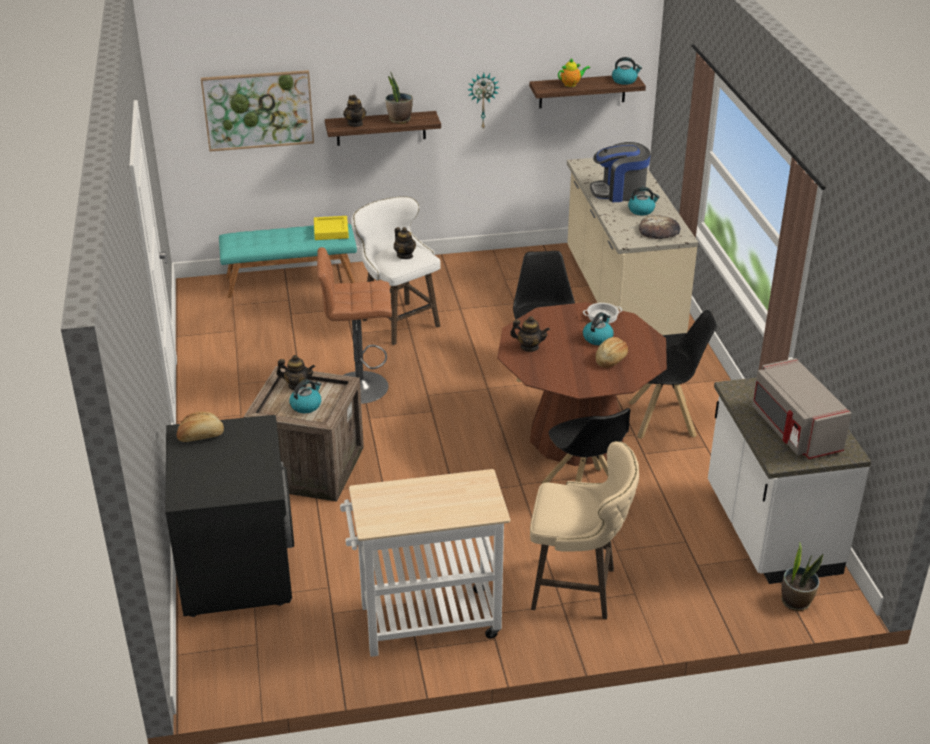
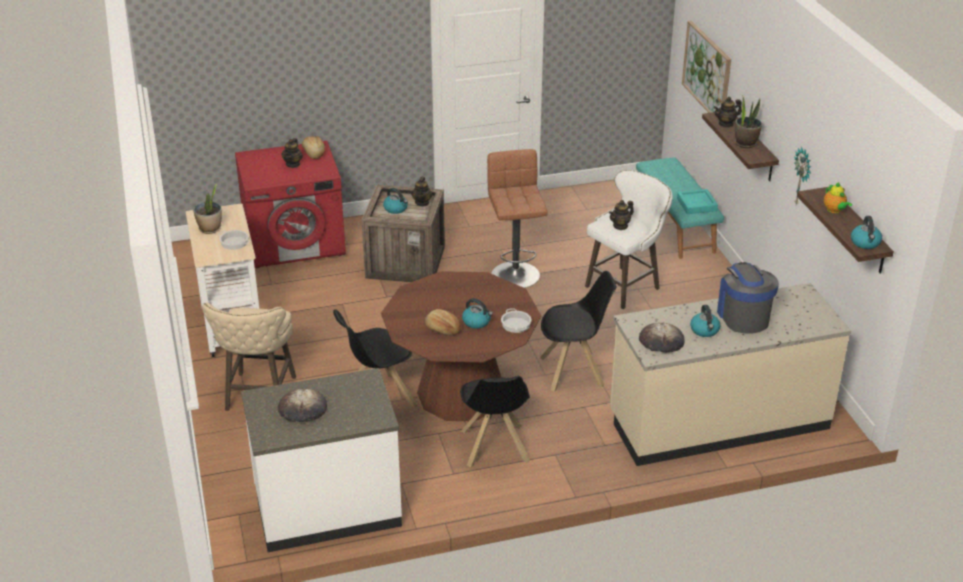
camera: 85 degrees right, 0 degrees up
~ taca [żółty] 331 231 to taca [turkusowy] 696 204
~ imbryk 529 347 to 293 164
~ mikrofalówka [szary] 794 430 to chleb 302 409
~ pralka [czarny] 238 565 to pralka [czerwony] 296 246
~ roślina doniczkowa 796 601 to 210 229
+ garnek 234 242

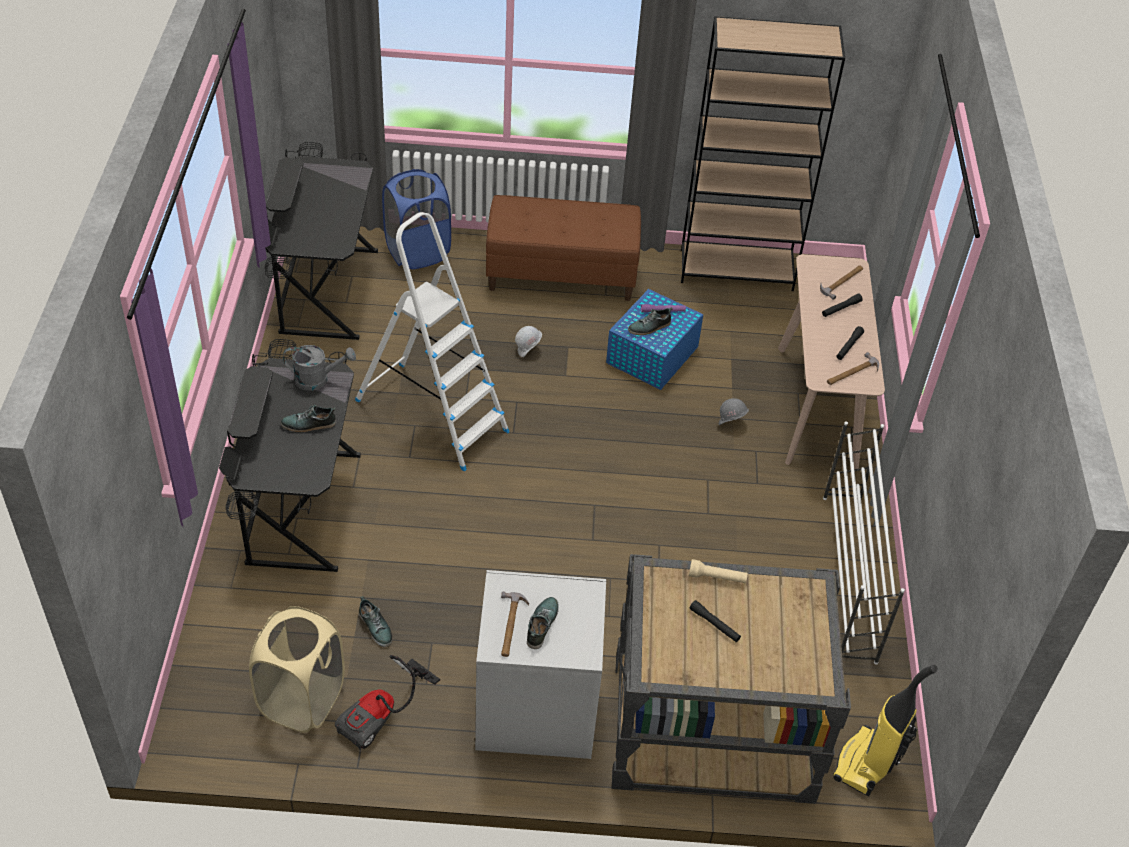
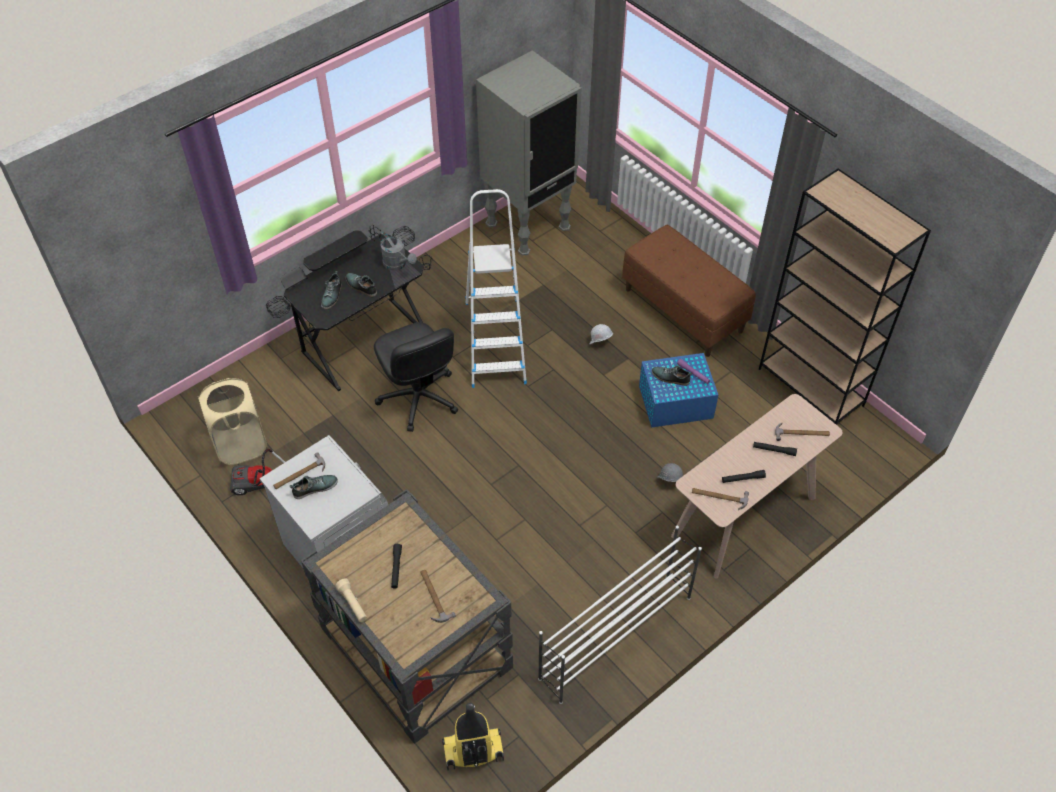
camera: 50 degrees right, 5 degrees up
~ biurko [czarny] 325 290 to szafka [szary] 529 225
- kosz na pranie [niebieski] 417 252
~ latarka [beżowy] 717 578 to 353 604
~ but 376 627 to 332 296
+ krzesło biurowe [czarny] 418 398
+ młotek 433 596

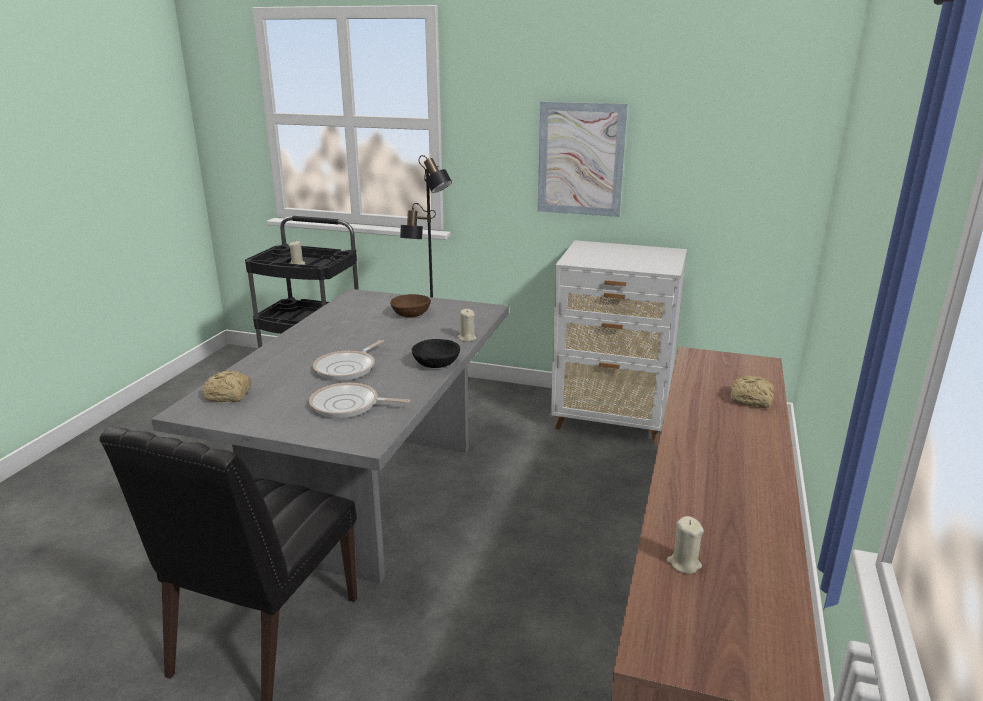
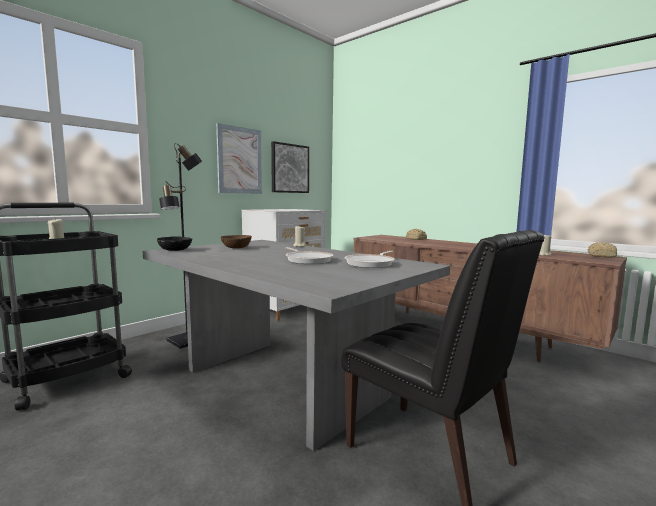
camera: 65 degrees left, 15 degrees down
~ miska [czarny] 435 364 to 174 250
~ chleb 229 396 to 601 256
+ obraz 290 168

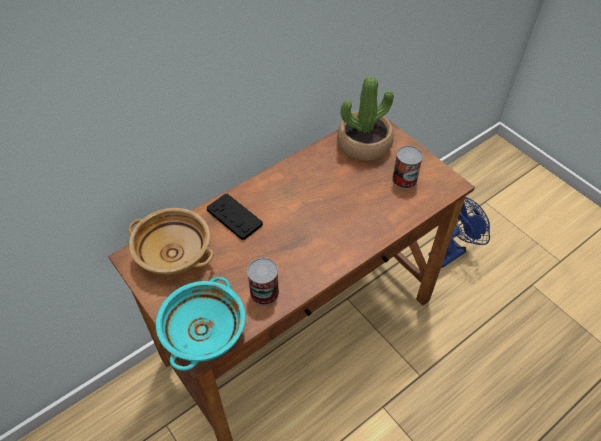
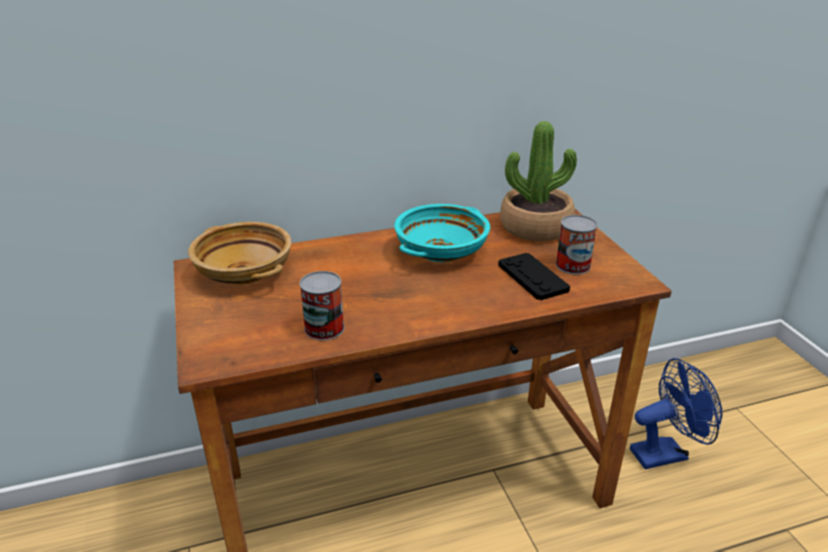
camera: 20 degrees right, 20 degrees down
~ pad do gier [czarny] 234 217 to 532 277
~ miska [turkusowy] 204 332 to 441 252

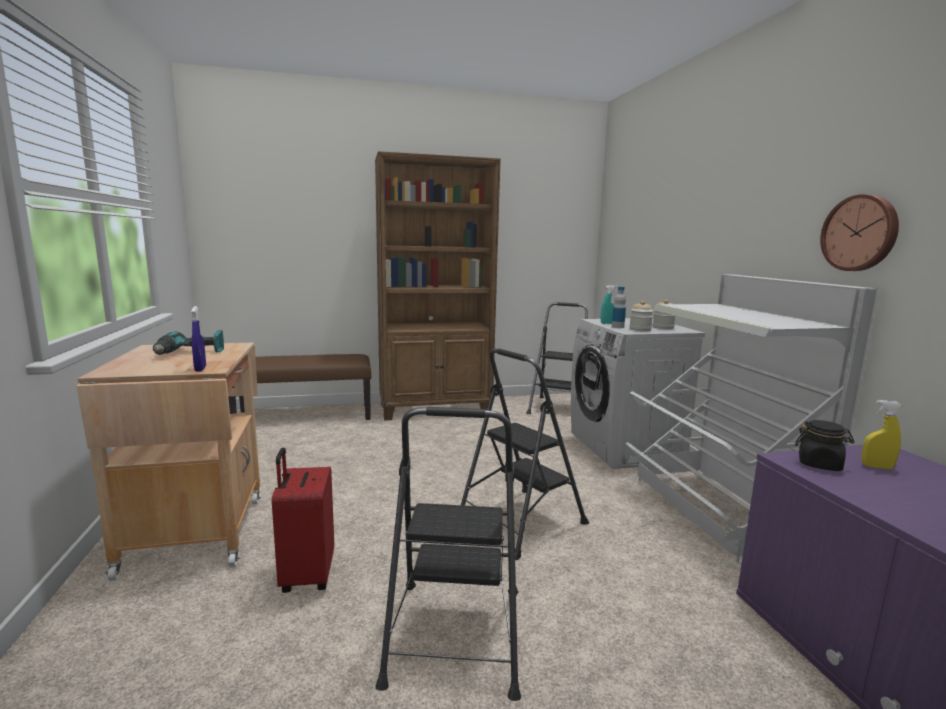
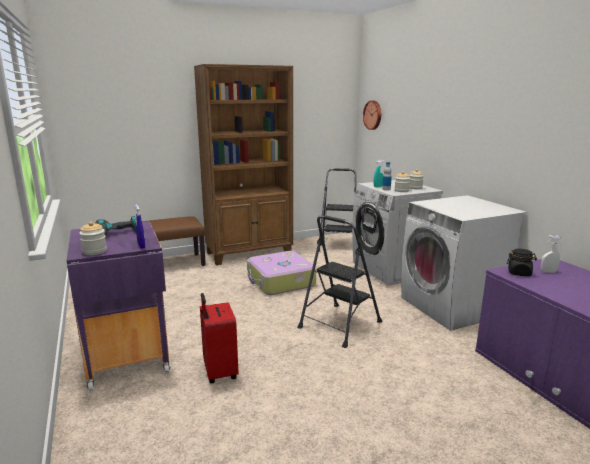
camera: 10 degrees left, 5 degrees up
~ zegar ścienny 860 233 to 373 115
~ regał na buty [biały] 711 512 to pralka [biały] 453 307
~ wózek [brązowy] 196 533 to wózek [fioletowy] 127 356
~ spryskiwacz [żółty] 877 467 to spryskiwacz [biały] 548 272
- drabinka [czarny] 454 637
+ słoik 94 251
+ walizka 280 281

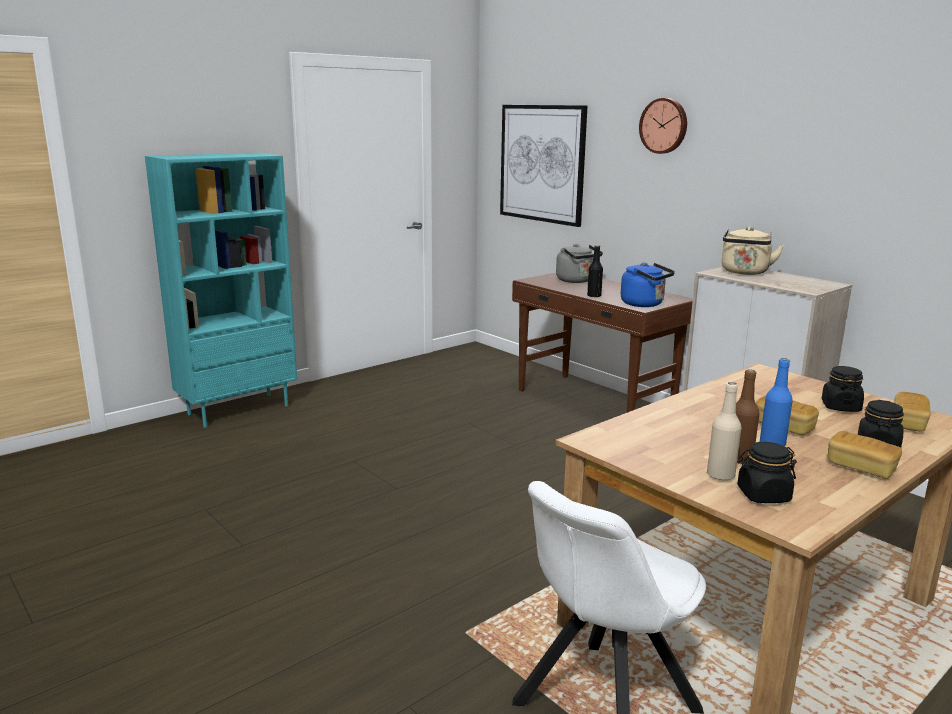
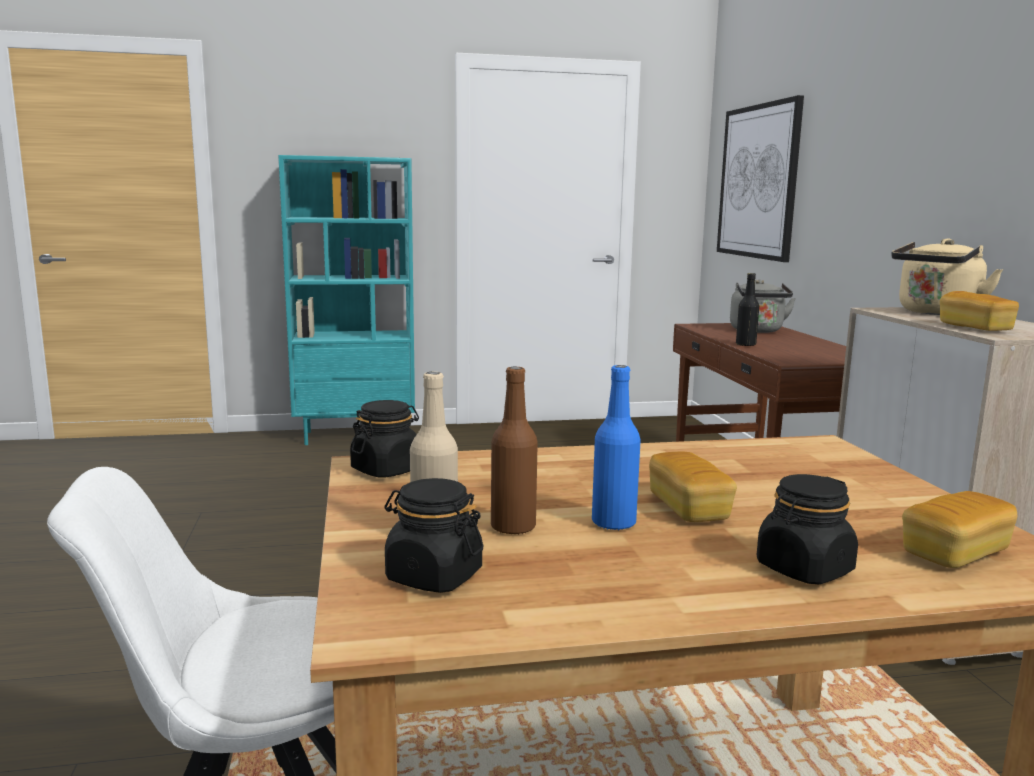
camera: 30 degrees right, 5 degrees down
- zegar ścienny 664 126
- czajnik [niebieski] 644 304
~ słoik [czarny] 840 407 to 386 470
~ chleb 861 468 to 974 328

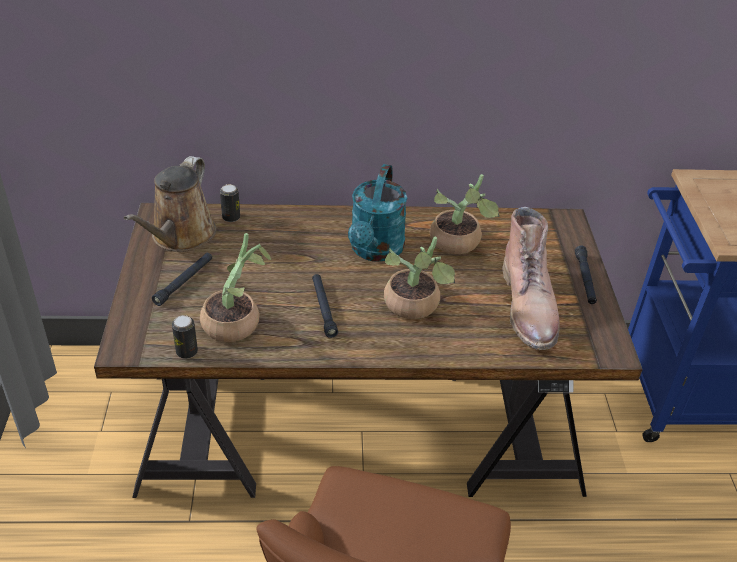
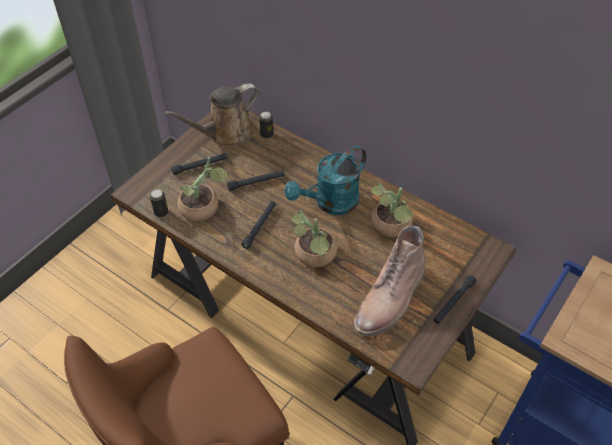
camera: 40 degrees right, 10 degrees up
+ latarka [czarny] 256 182

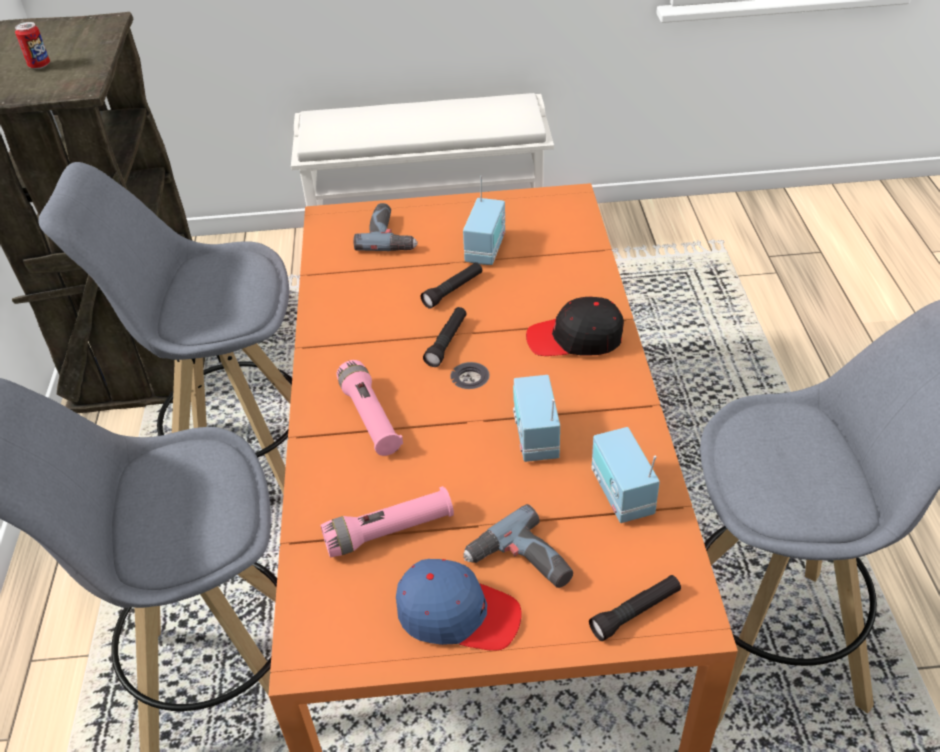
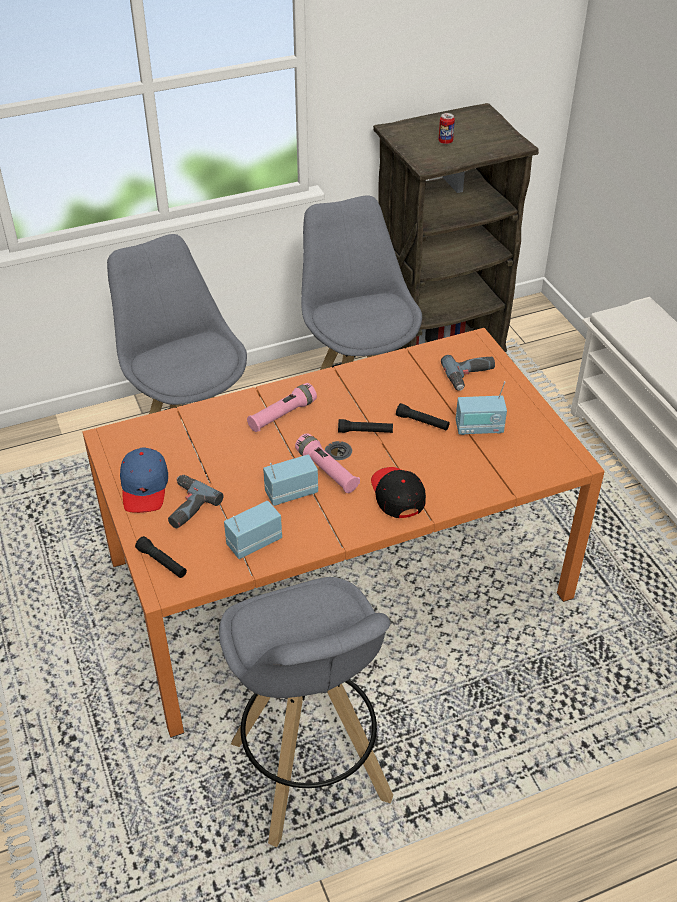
camera: 70 degrees right, 0 degrees up
~ latarka [różowy] 389 532 to 327 471

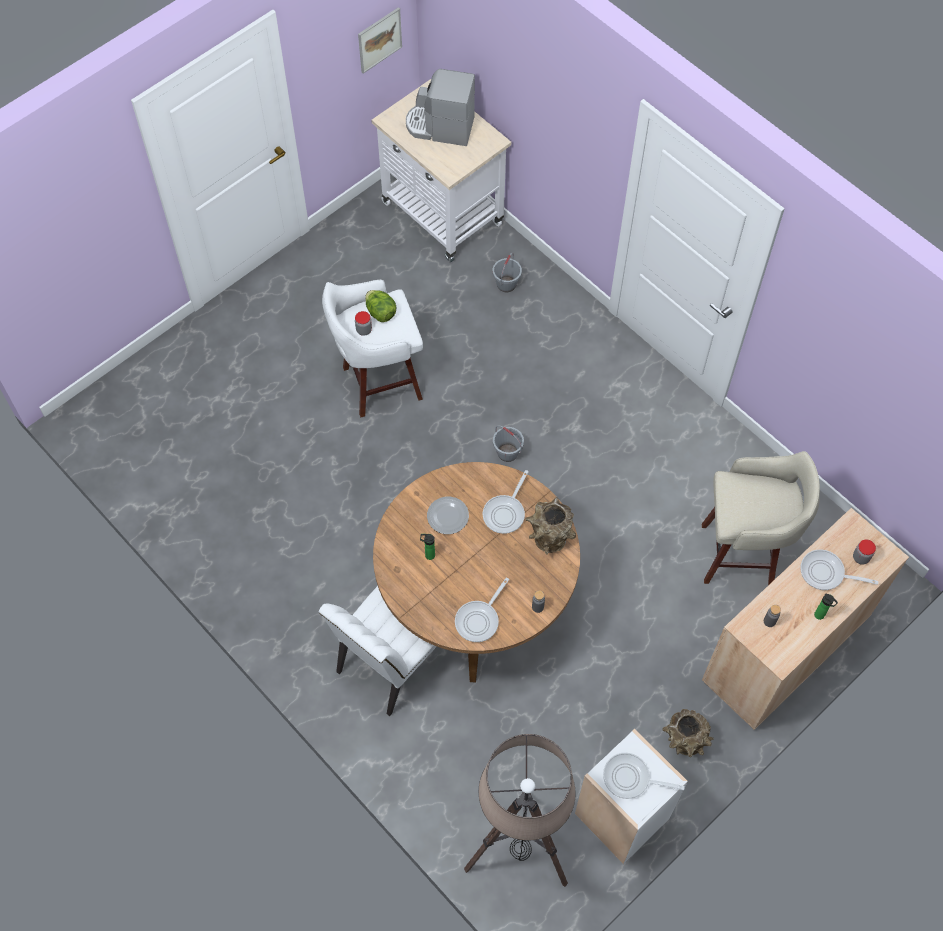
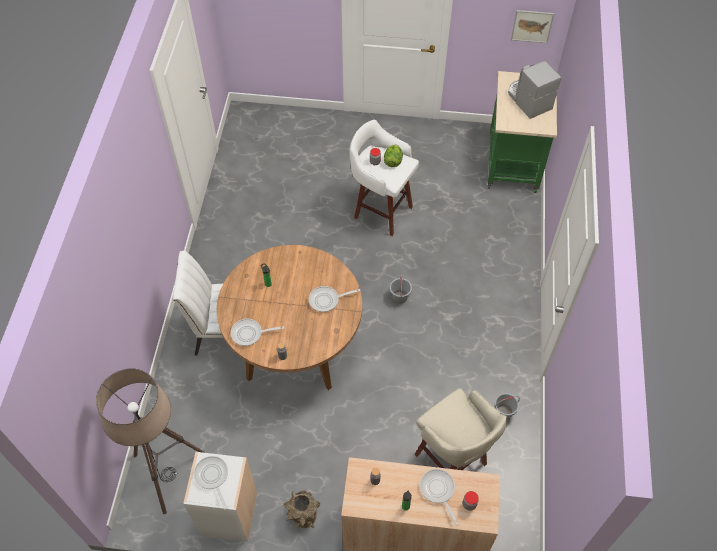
camera: 50 degrees right, 5 degrees down
~ wózek [biały] 443 214 to wózek [zielony] 512 164
~ wiadro [szary] 506 284 to 503 412
- talerz 447 515
- wazon [brązowy] 548 537

